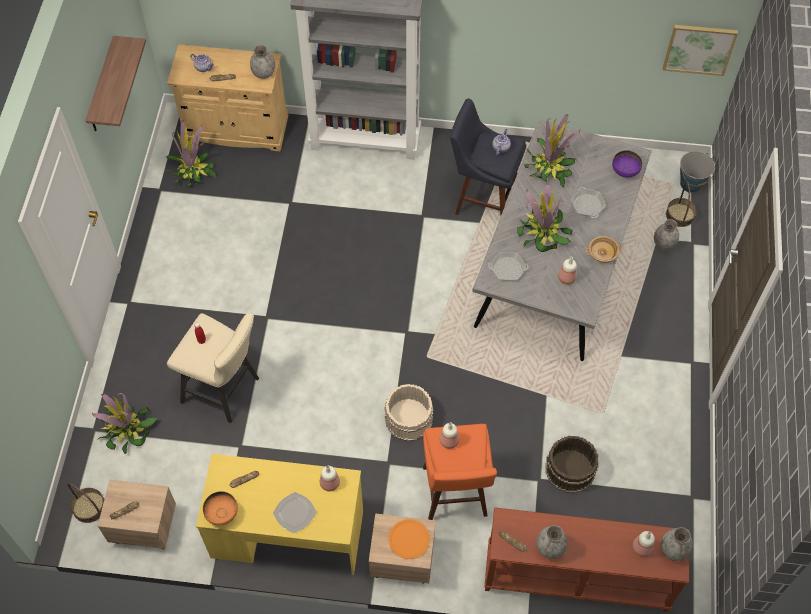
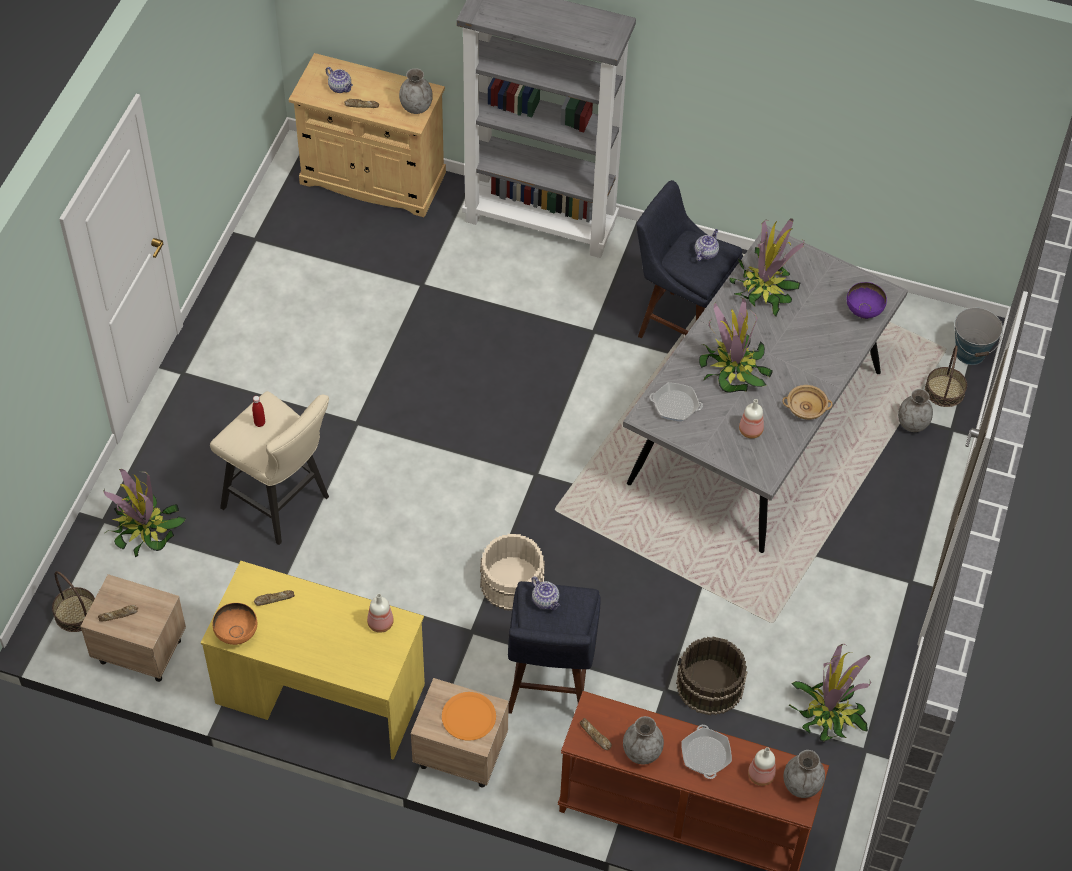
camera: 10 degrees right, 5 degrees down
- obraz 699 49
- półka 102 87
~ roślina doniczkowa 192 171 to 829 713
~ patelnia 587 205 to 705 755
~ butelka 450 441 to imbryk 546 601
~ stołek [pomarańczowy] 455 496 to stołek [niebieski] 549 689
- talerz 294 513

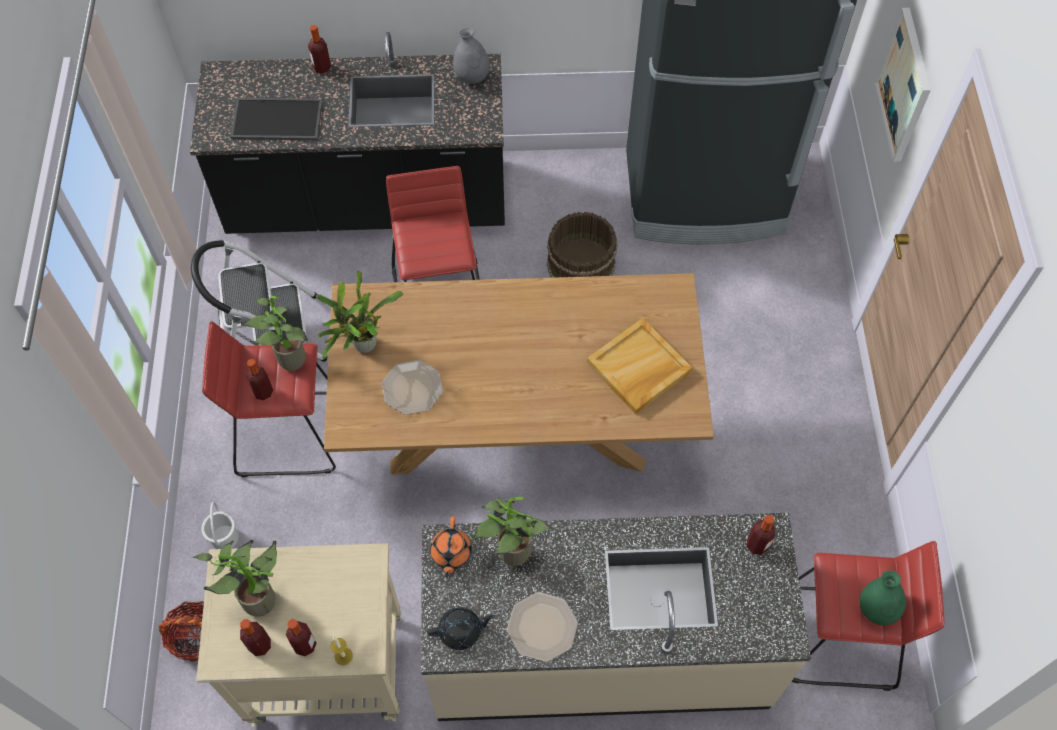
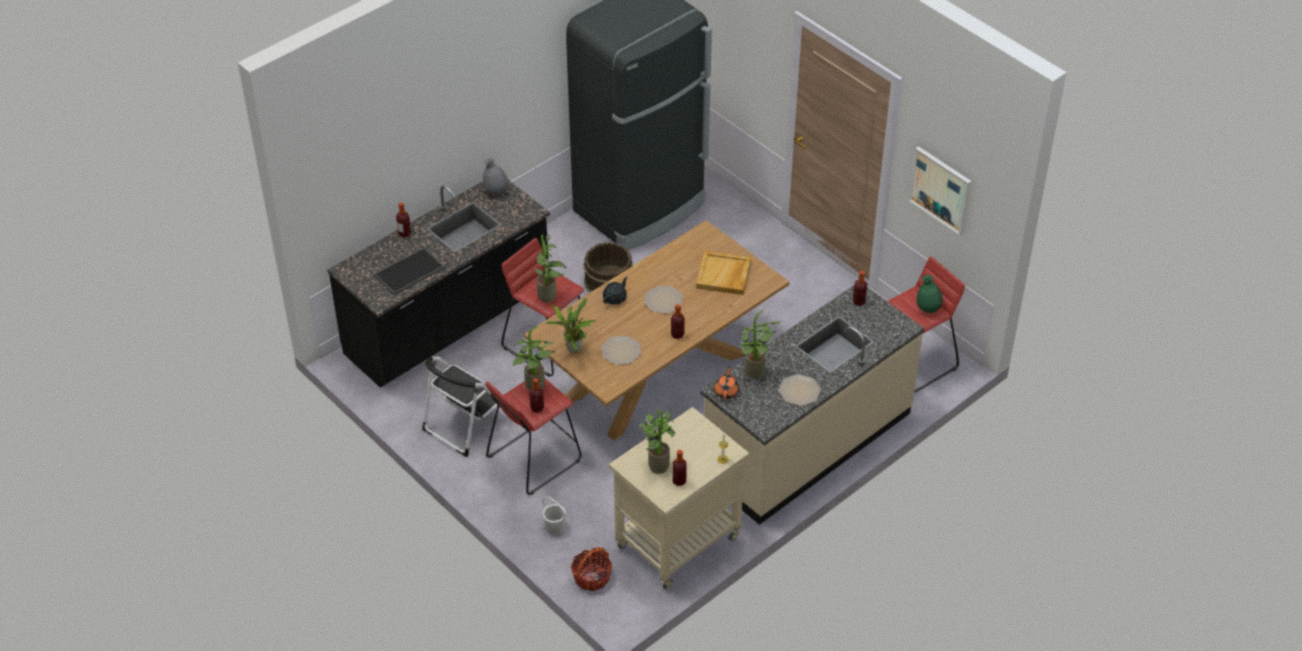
camera: 40 degrees left, 15 degrees down
~ obraz 905 85 to 940 189
~ imbryk [pomarańczowy] 451 553 = 726 391 135 degrees counterclockwise
~ imbryk [czarny] 461 631 to 615 298
~ butelka 305 645 to 677 335
+ roślina doniczkowa 550 296
+ talerz 663 301

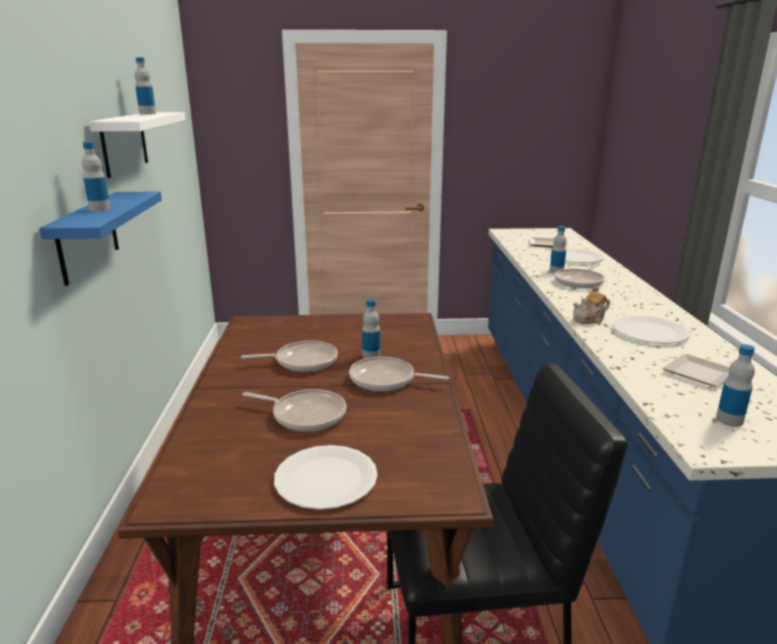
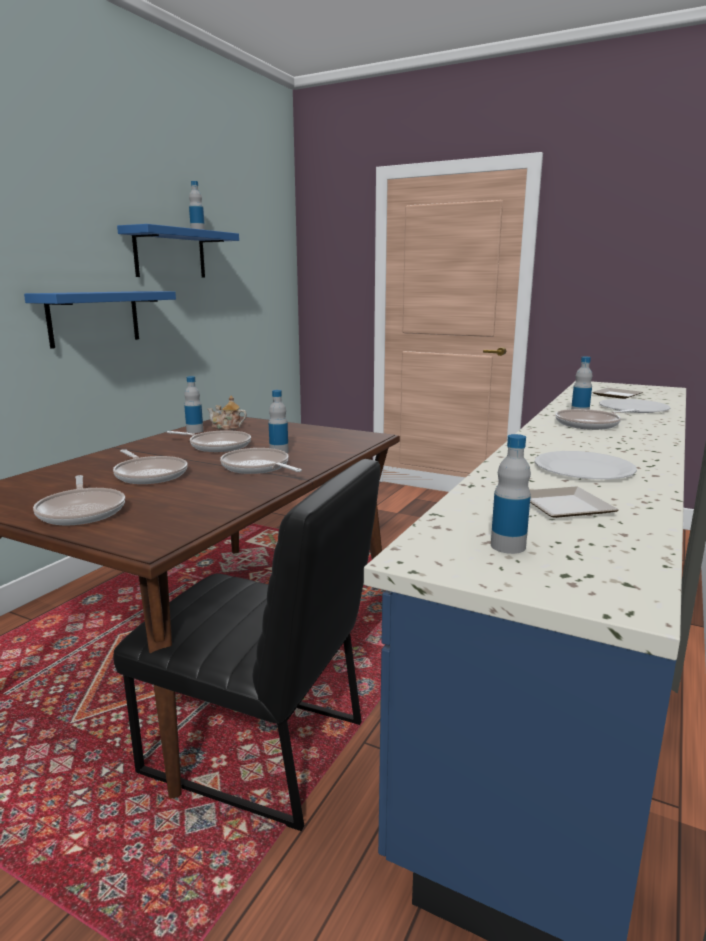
camera: 30 degrees right, 5 degrees down
~ półka [biały] 124 143 to półka [niebieski] 170 254
~ butelka 100 209 to 195 431
~ imbryk 589 320 to 227 427
~ talerz [biały] 326 479 to patelnia 82 511

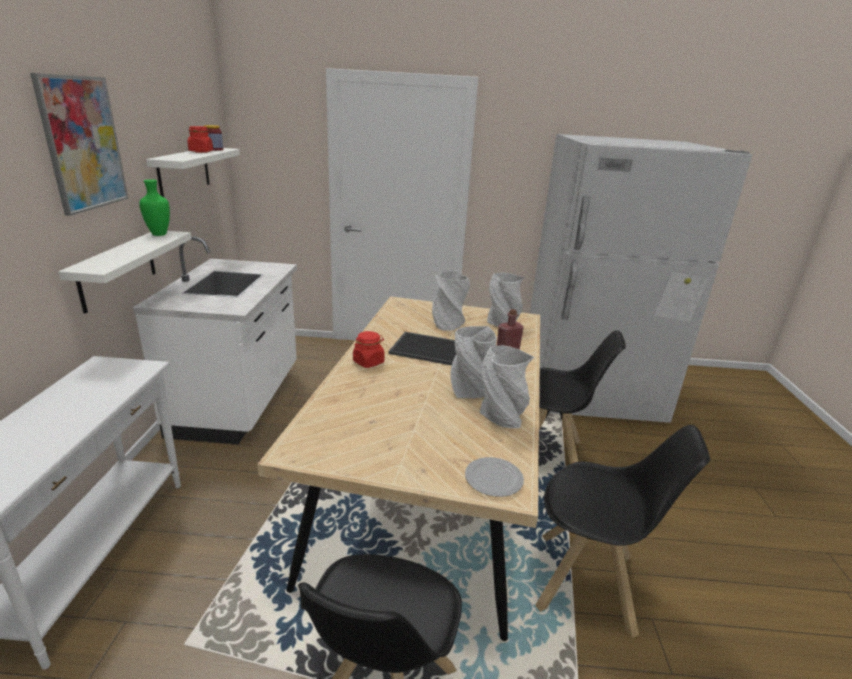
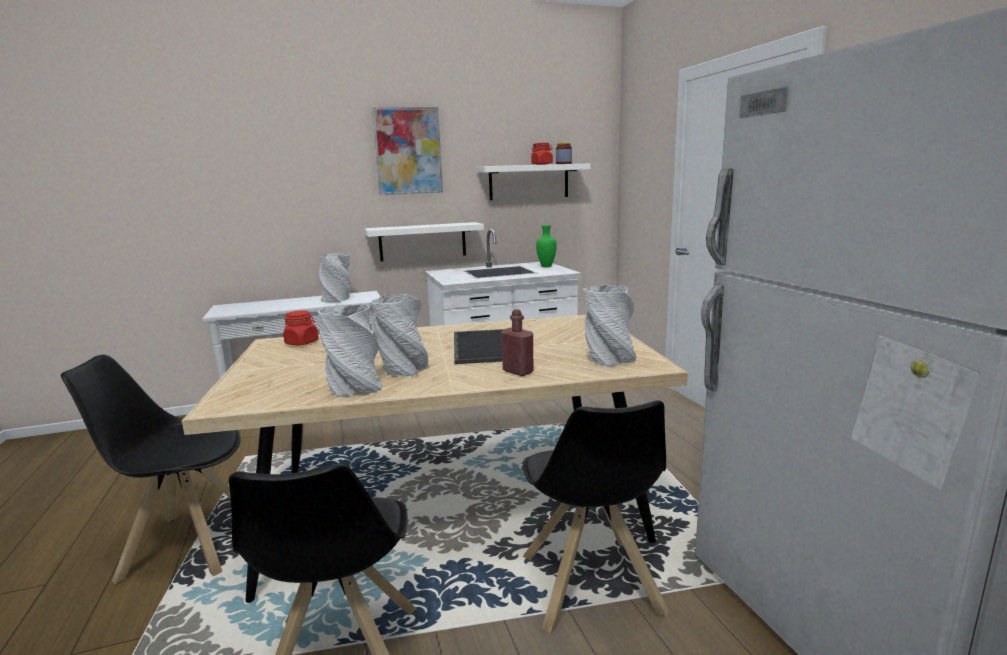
camera: 70 degrees right, 10 degrees down
~ wazon [zielony] 158 234 to 546 266
~ wazon [szary] 447 323 to 337 299
~ słoik [czerwony] 368 362 to 302 343
- talerz 494 479

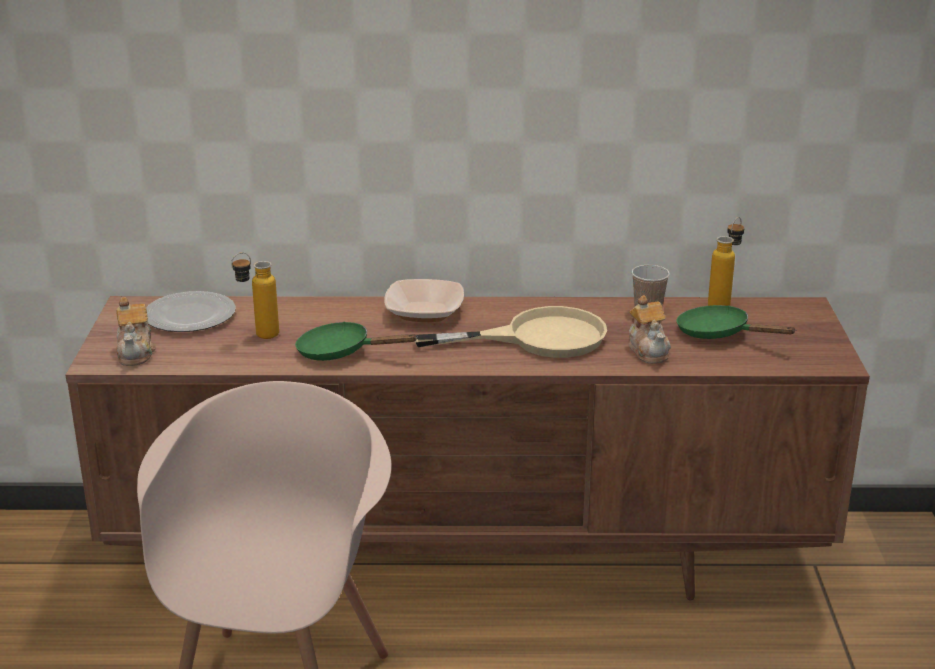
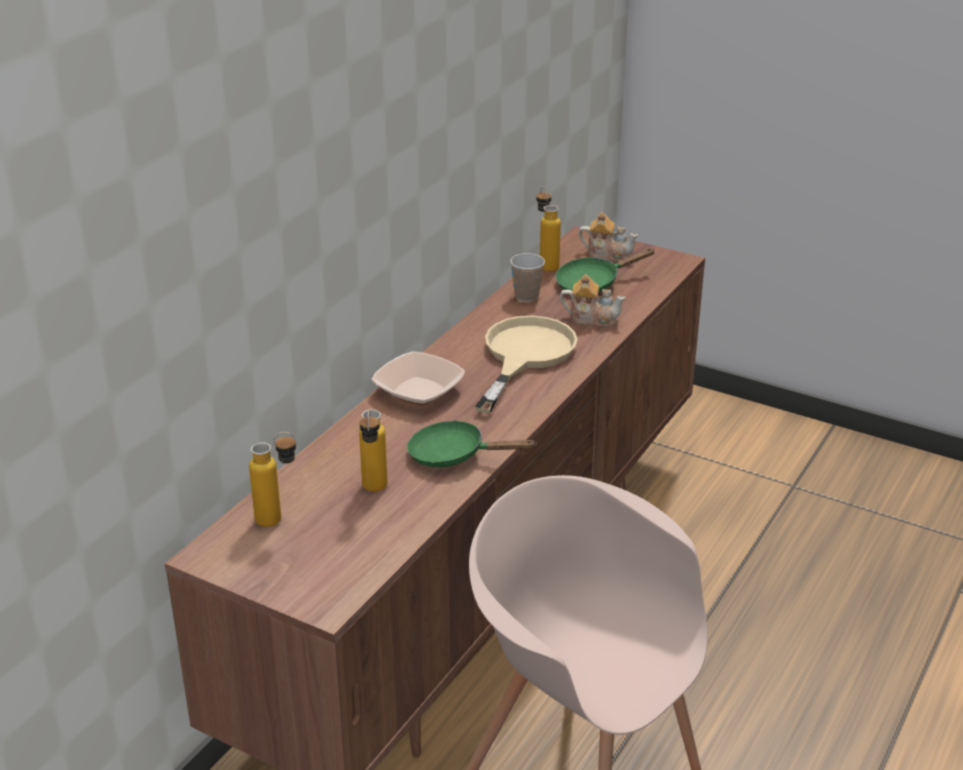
camera: 60 degrees left, 5 degrees up
~ talerz 190 315 to butelka 279 520
~ imbryk 136 352 to 607 254
~ patelnia [zielony] 341 352 = 454 455 60 degrees clockwise

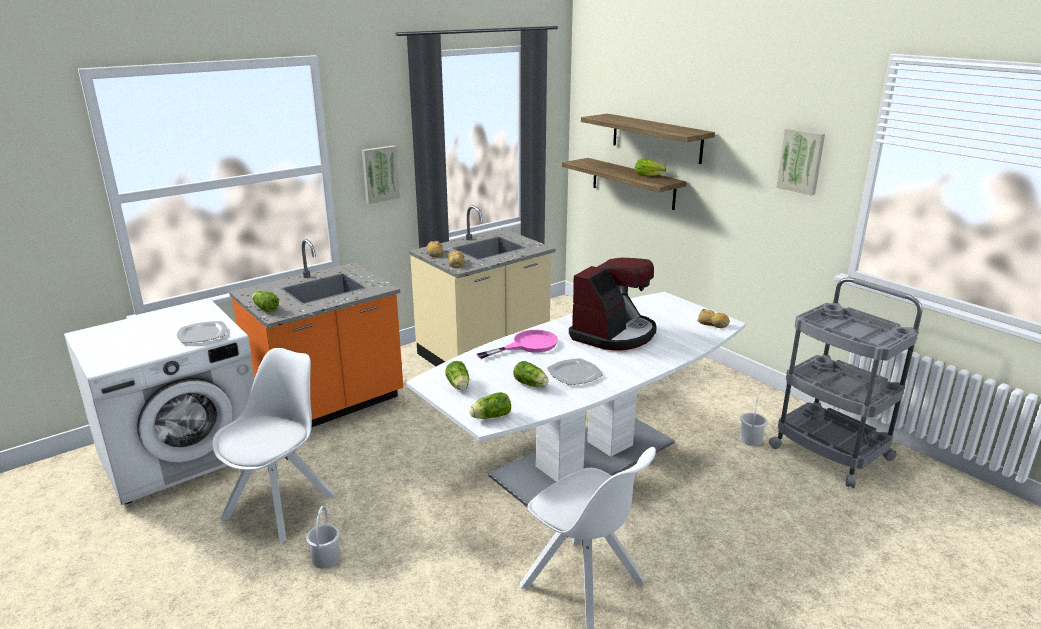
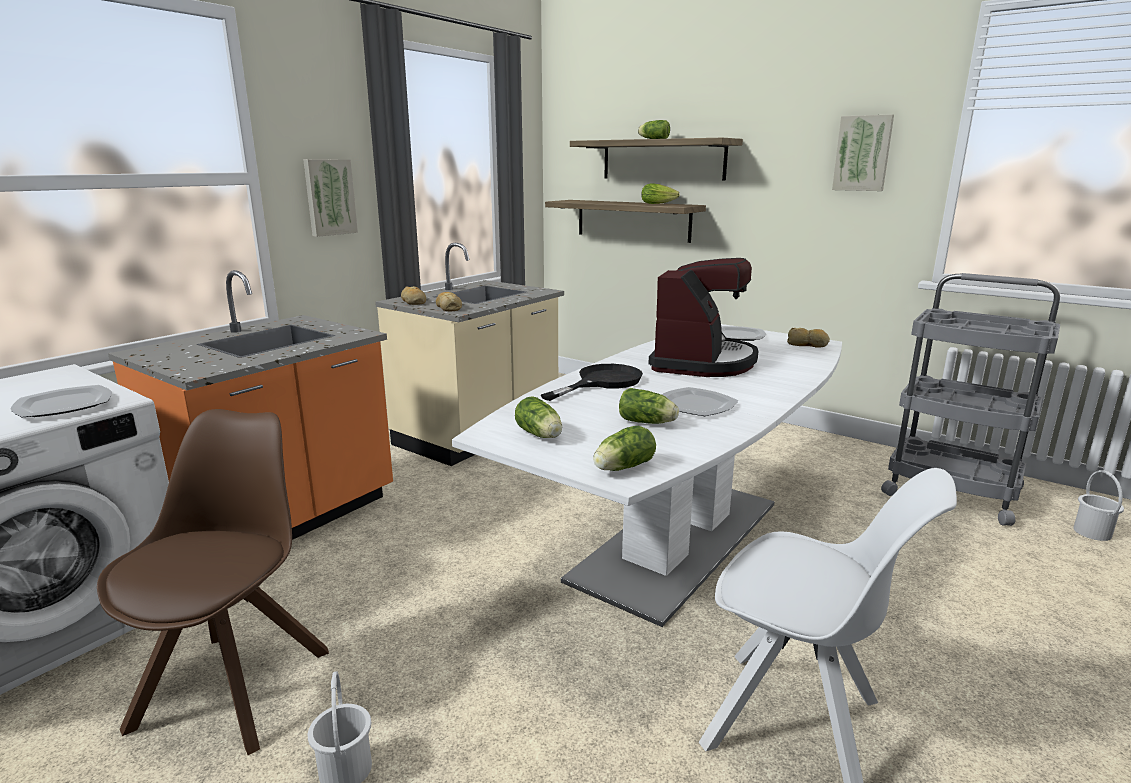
camera: 15 degrees left, 5 degrees down
~ sałata 265 308 to 653 139
~ patelnia [różowy] 527 345 to patelnia [czarny] 601 382
~ krzesło [biały] 281 505 to krzesło [brązowy] 236 686
~ wiadro [biały] 751 439 to 1092 532
+ talerz 739 335

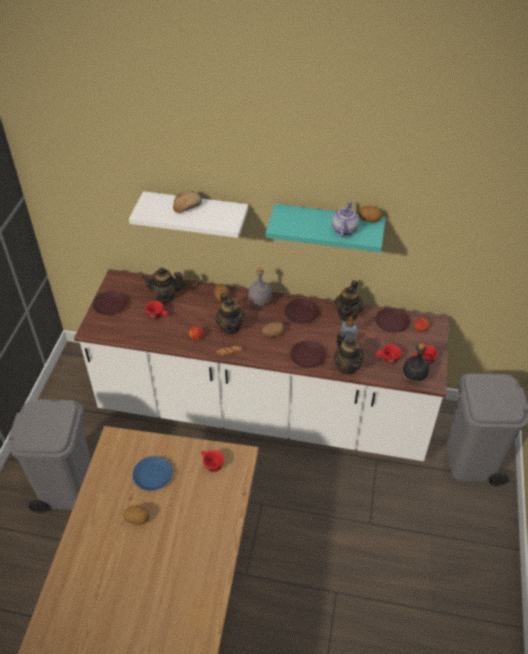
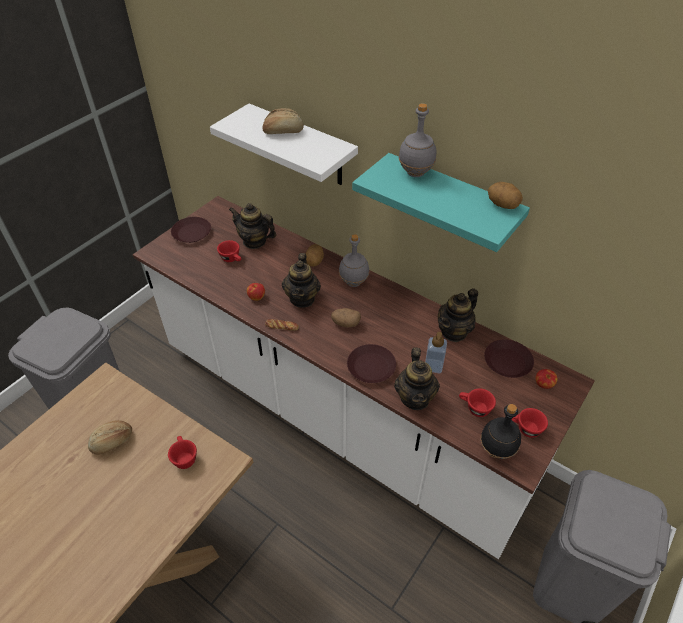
camera: 25 degrees right, 0 degrees up
- imbryk 343 230
- talerz [brązowy] 301 314
~ talerz [niebieski] 153 475 to chleb 112 442
- ziemniak 137 519
+ butelka [szary] 416 173

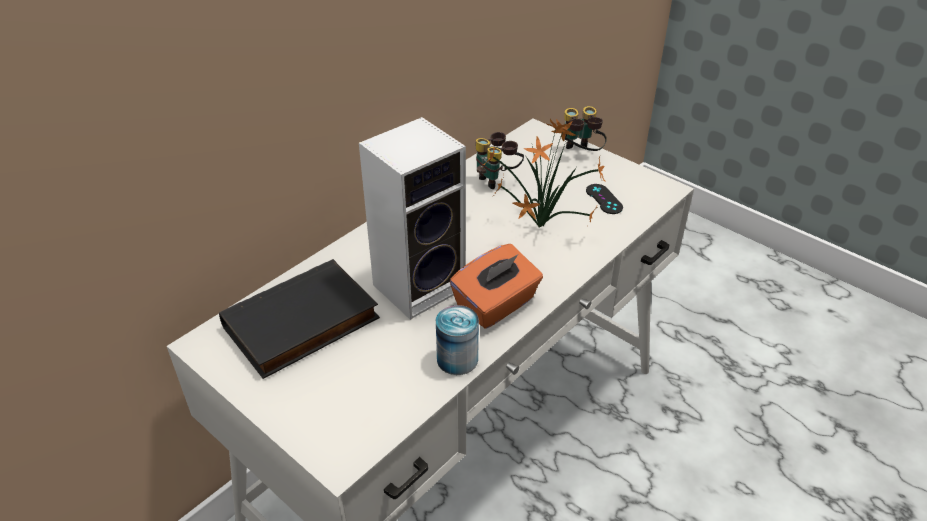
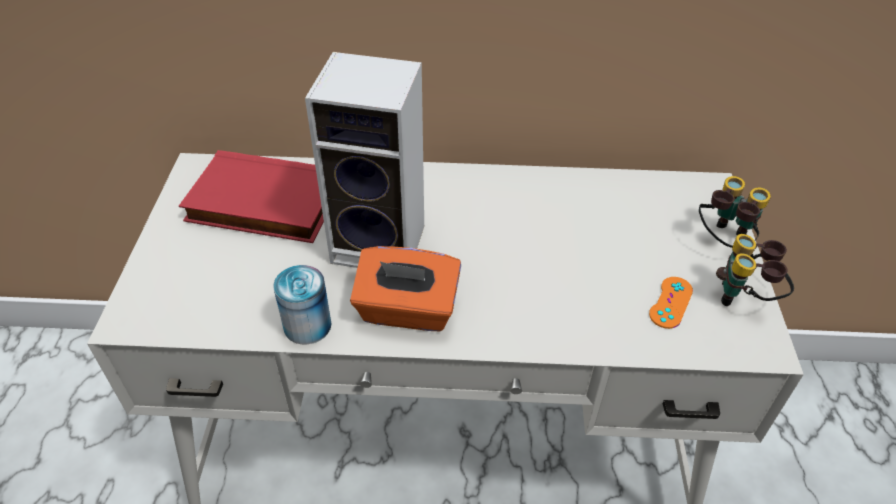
camera: 50 degrees right, 5 degrees up
- roślina doniczkowa 536 226
~ lornetka 497 179 to 745 298
~ pad do gier [czarny] 604 199 to pad do gier [pomarańczowy] 670 302
~ książka [czarny] 302 325 to książka [czerwony] 263 205

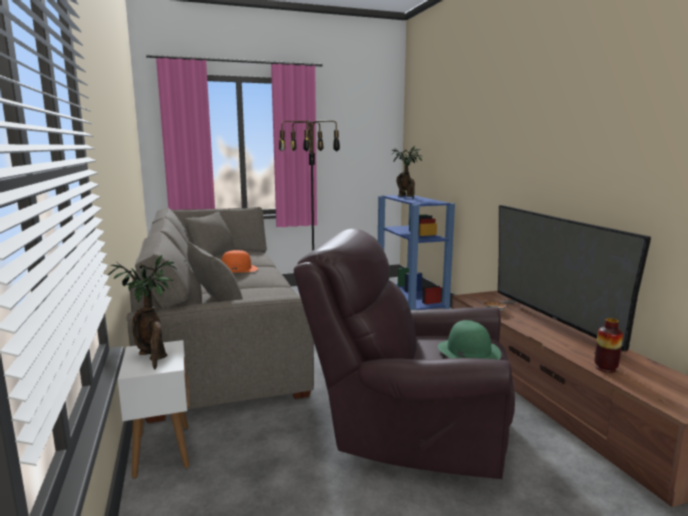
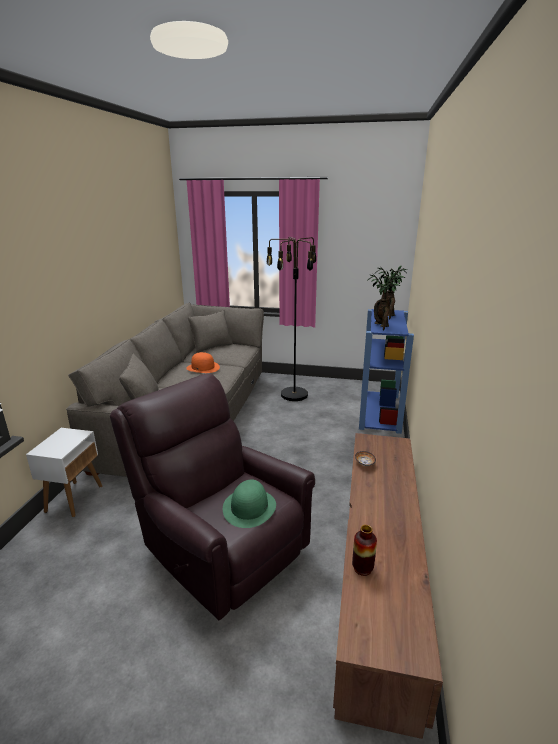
camera: 30 degrees right, 10 degrees up
- telewizor 551 323
~ roślina doniczkowa 153 358 to 381 326

